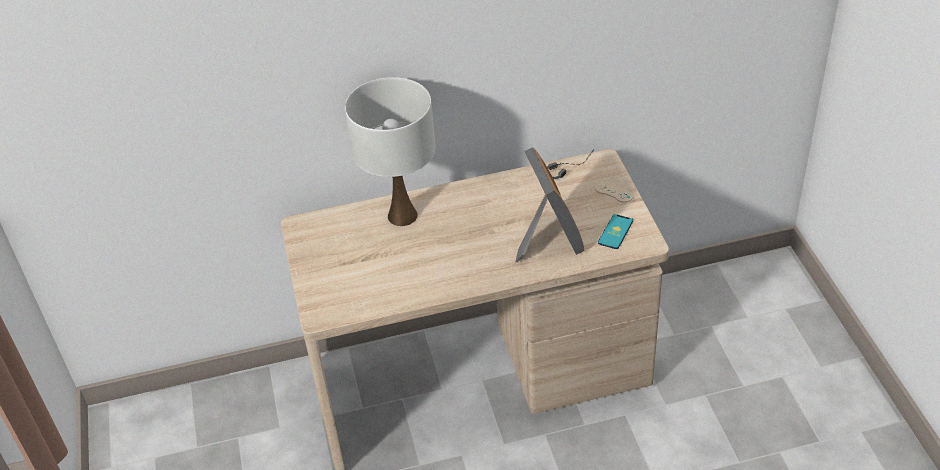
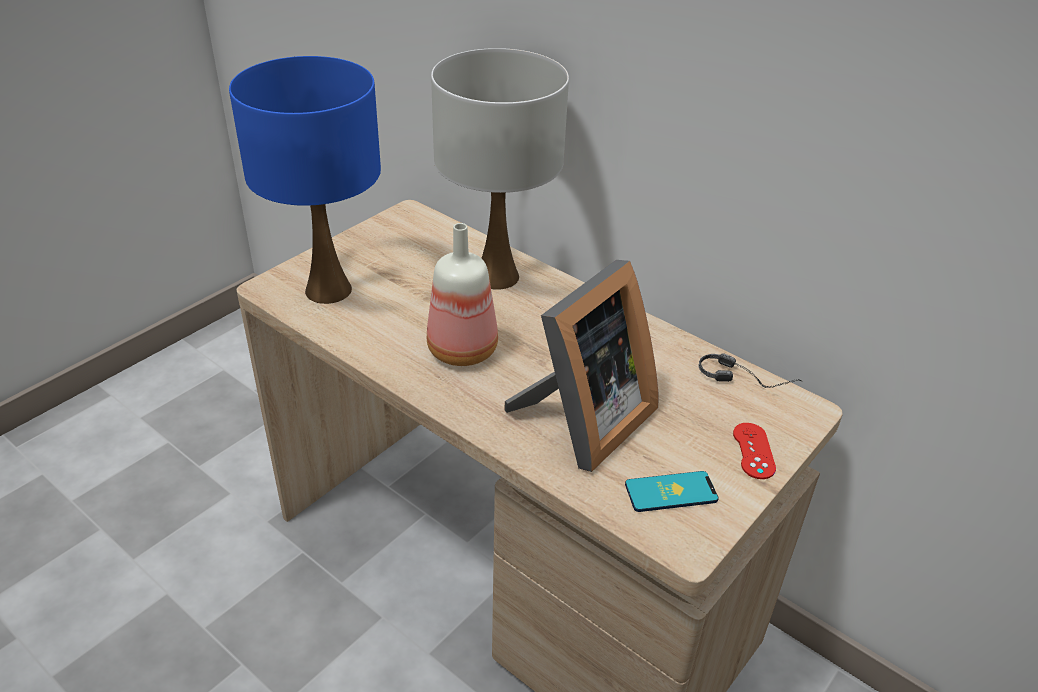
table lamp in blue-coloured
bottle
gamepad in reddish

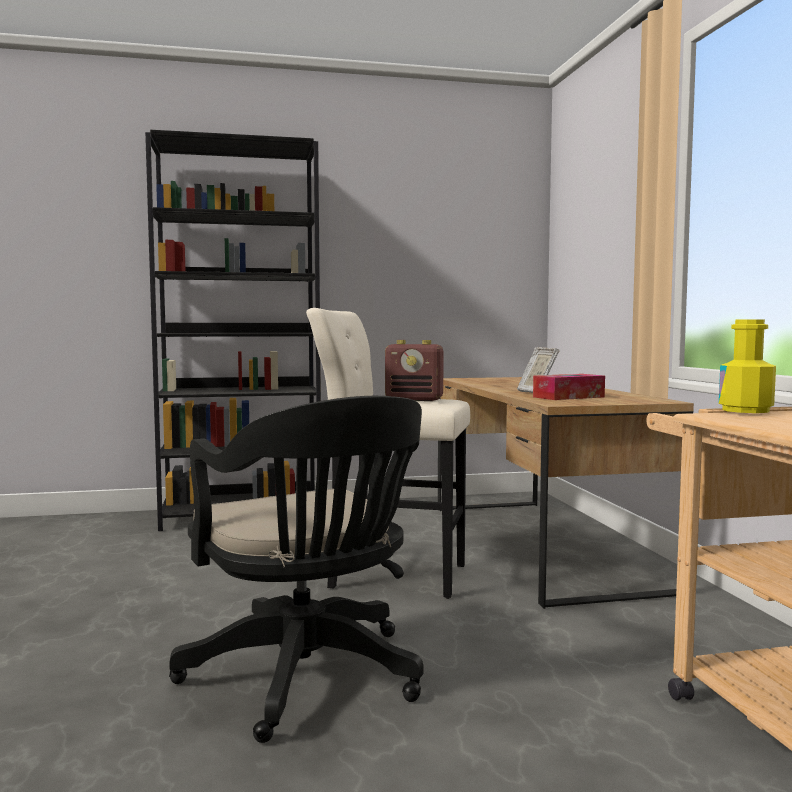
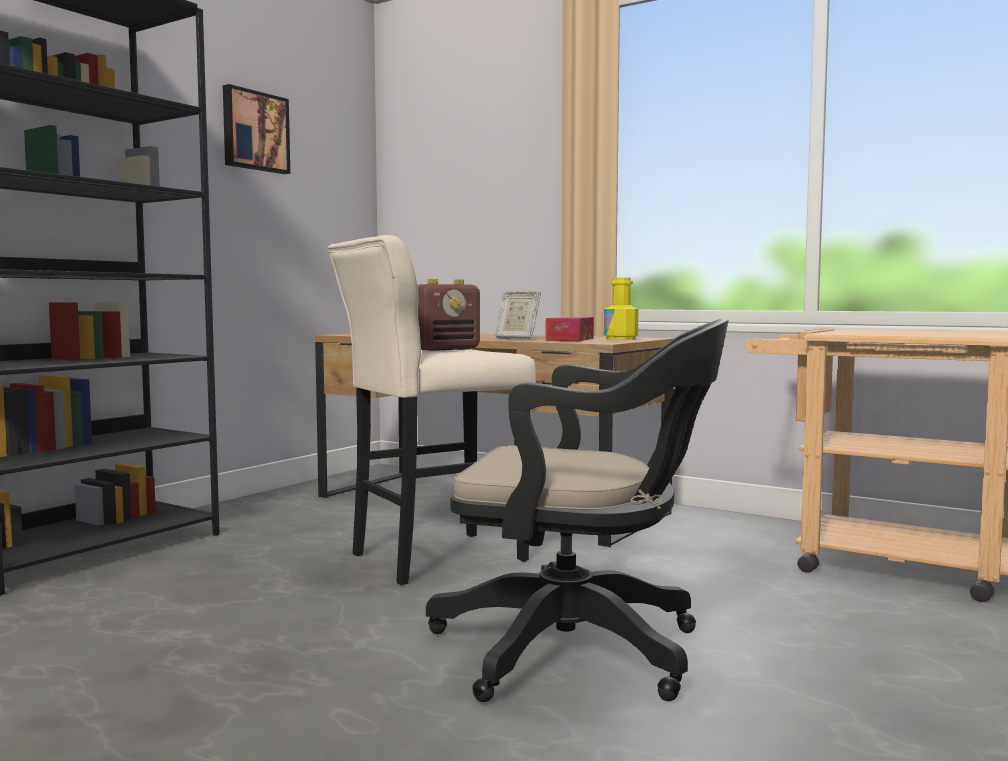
wall art
bottle in yellowish

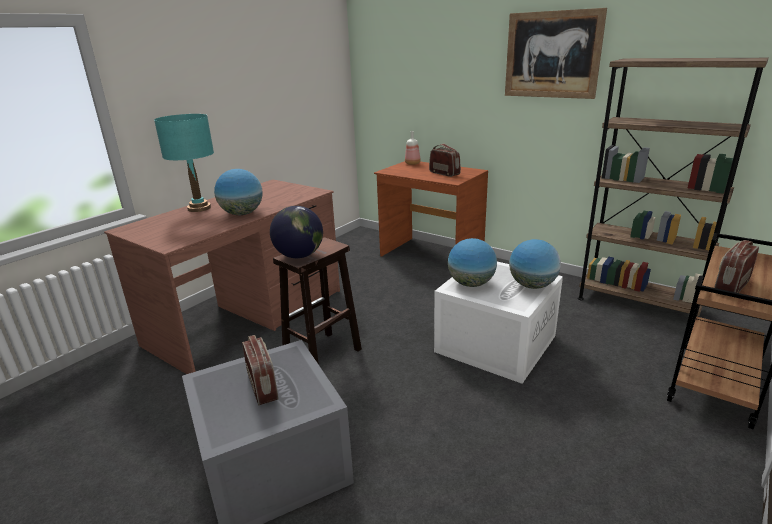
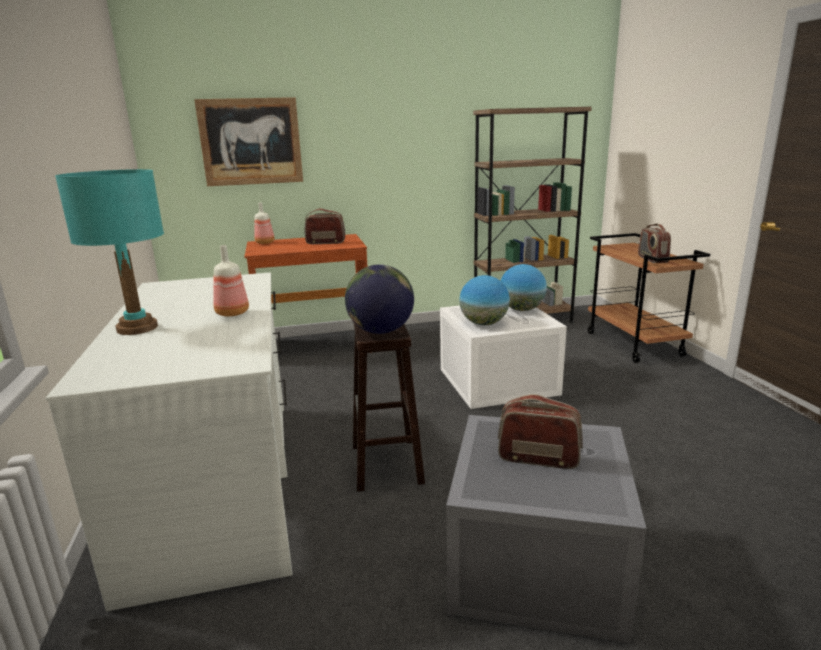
desk table in white-coloured
wall art
bottle (no. 1 from left)

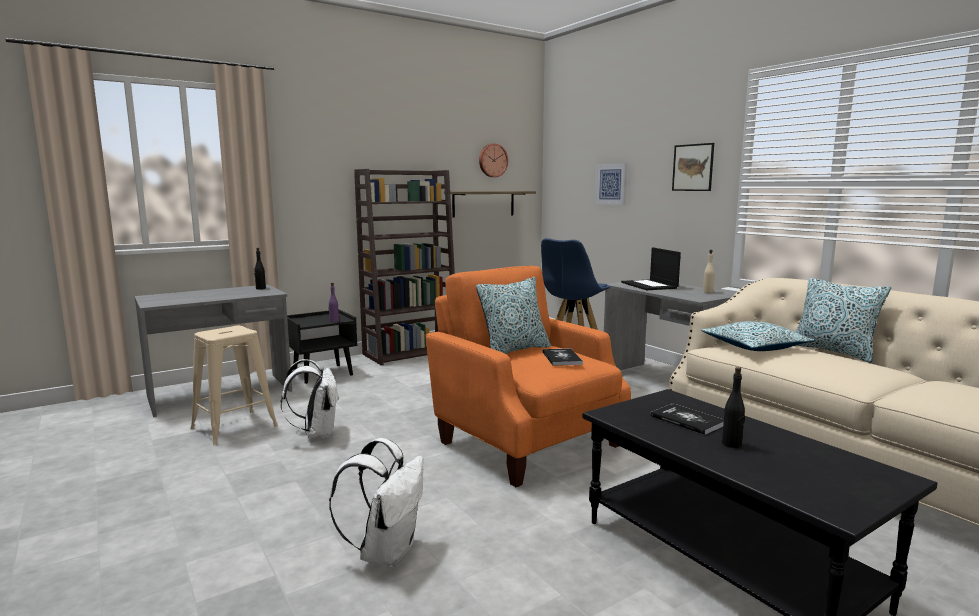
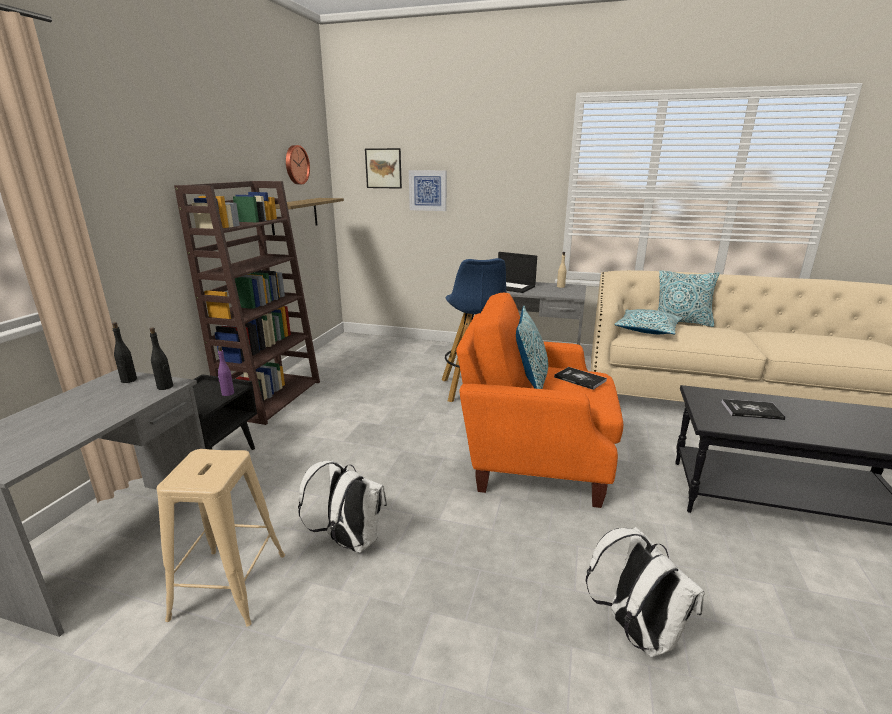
bottle in black (no. 2 from left)
wall art (no. 1 from left)

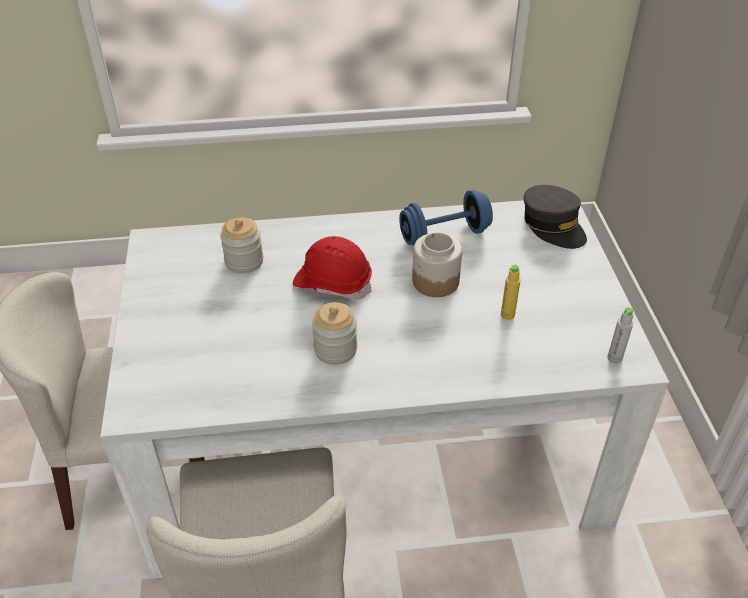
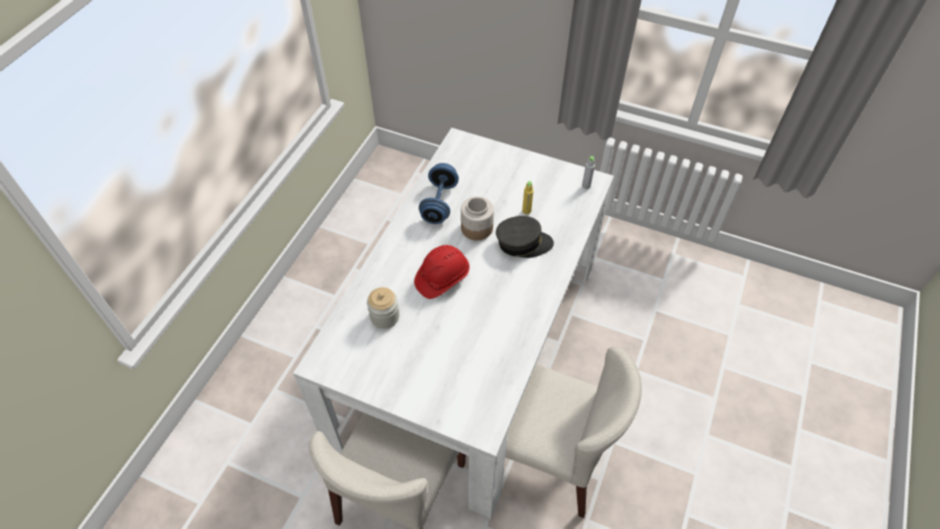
peaked cap in gray
jar (no. 2 from left in the first image)

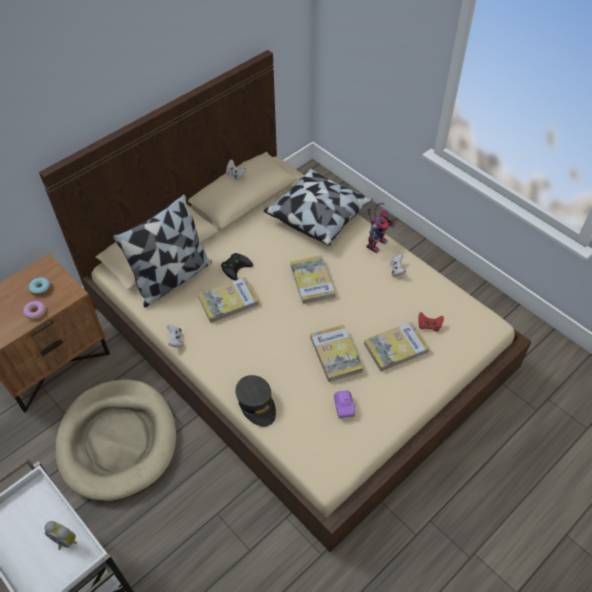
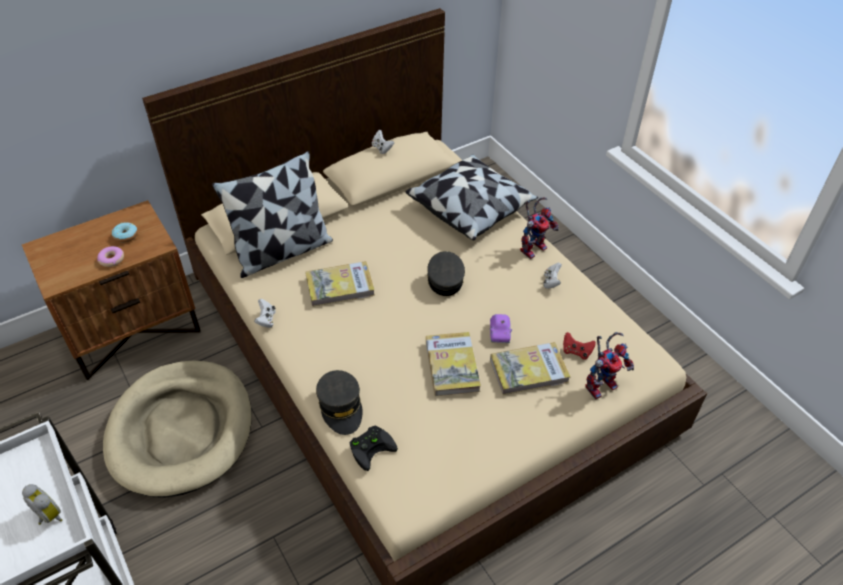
gamepad in black
peaked cap in gray (no. 2 from left)
toy car in purple
toy robot (no. 2 from left)

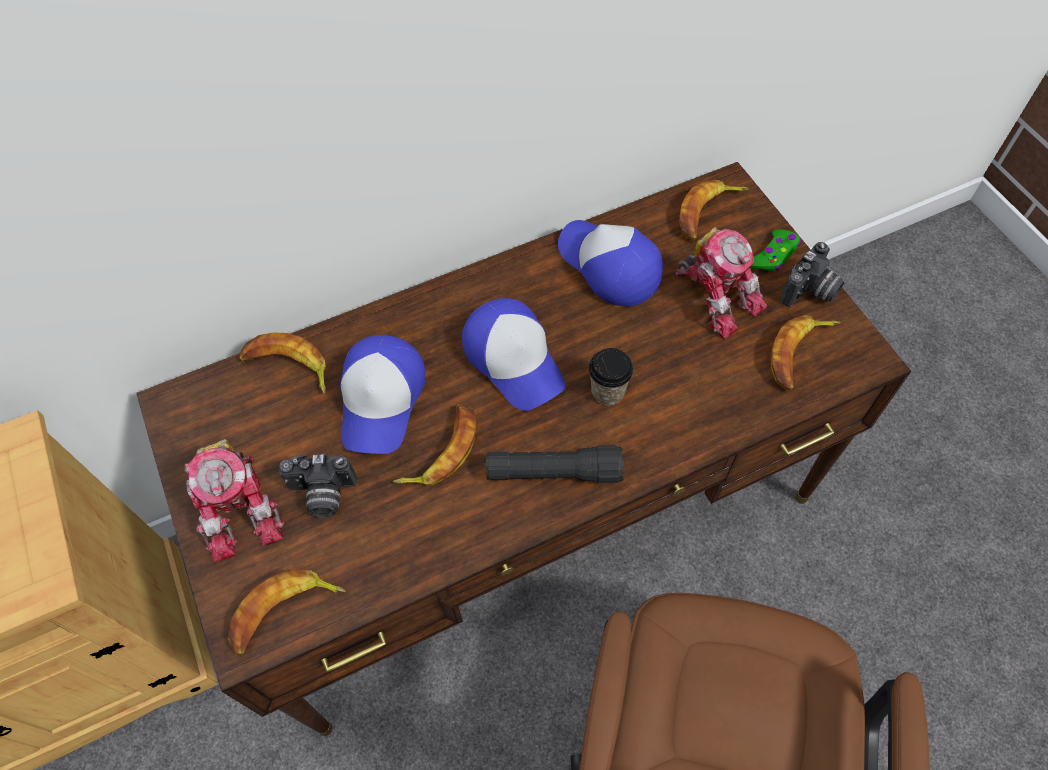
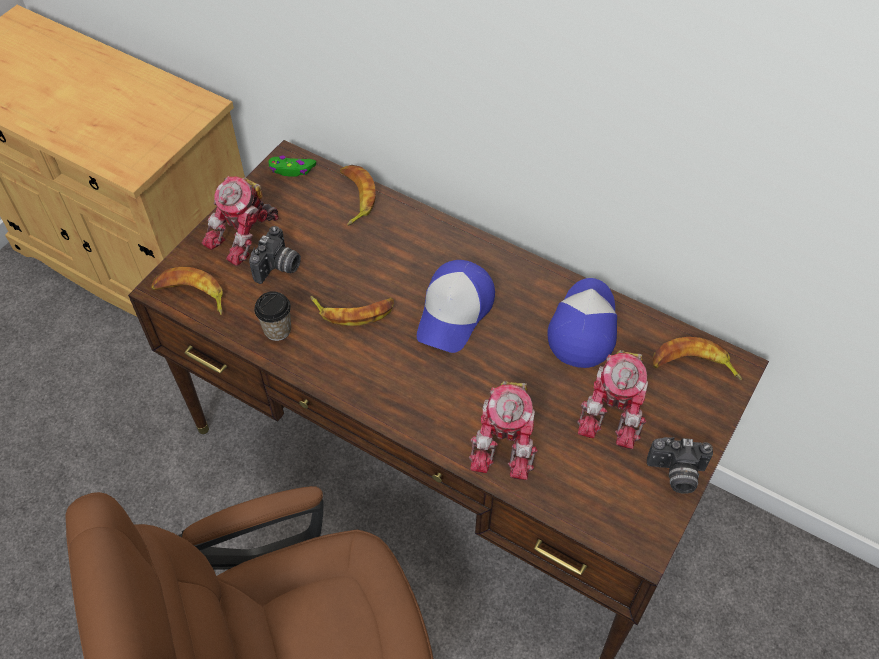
photo camera (no. 1 from left)
cup
gamepad in green
toy robot (no. 2 from left)
peaked cap (no. 1 from left in the first image)
hand torch in black
whole banana (no. 5 from left in the first image)

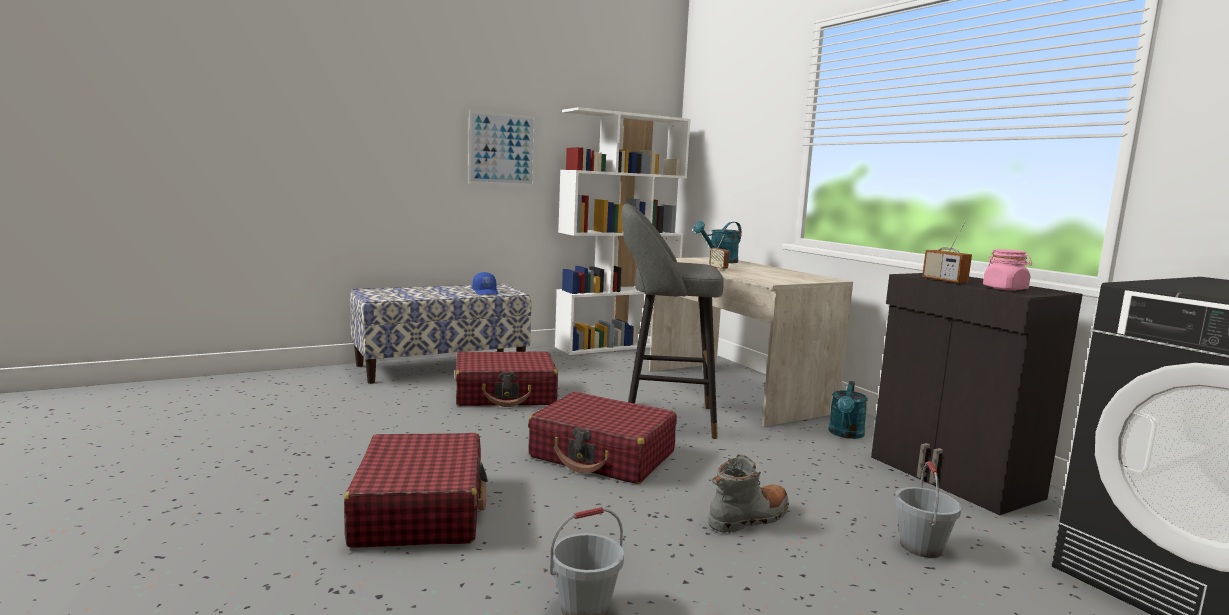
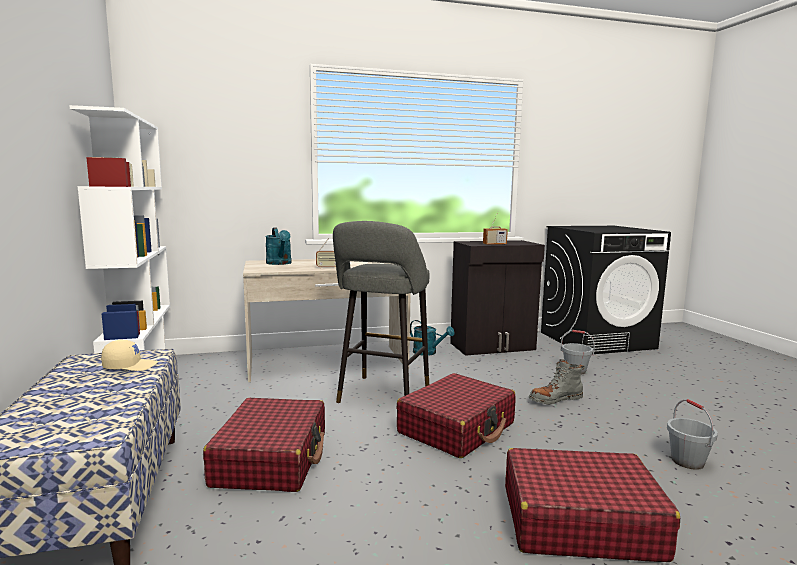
peaked cap in beige
boot in gray
wall art
jar in pink

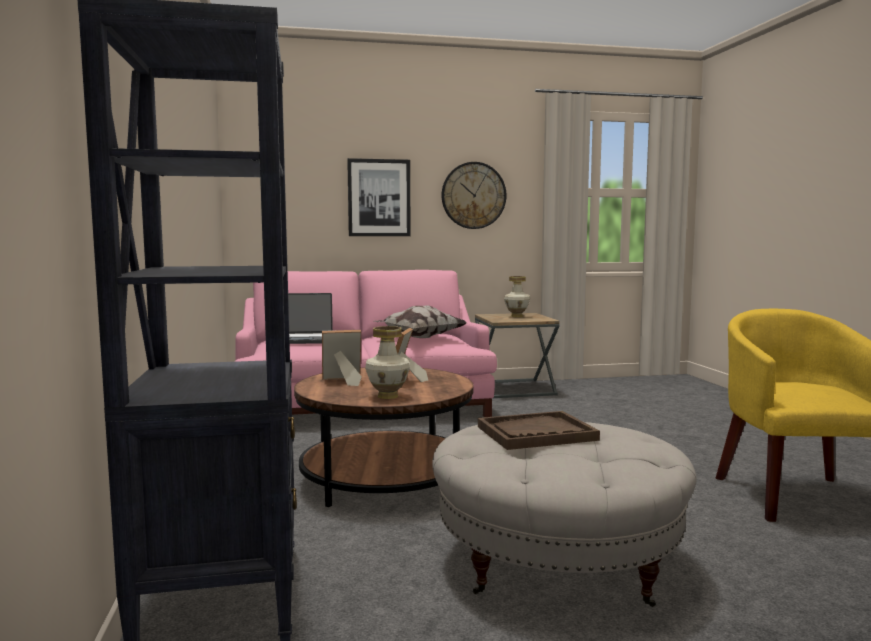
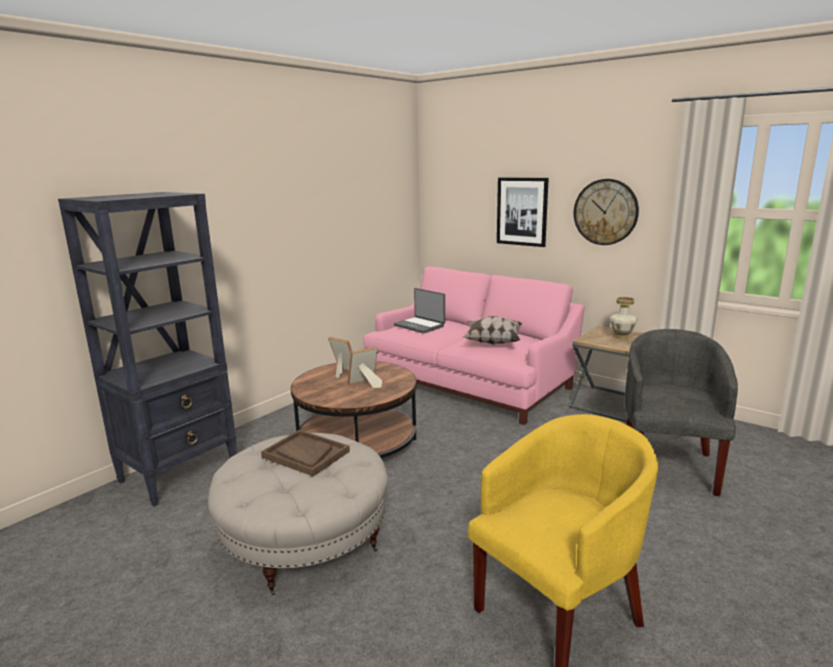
lounge chair in gray
decorative vase (no. 1 from left in the first image)

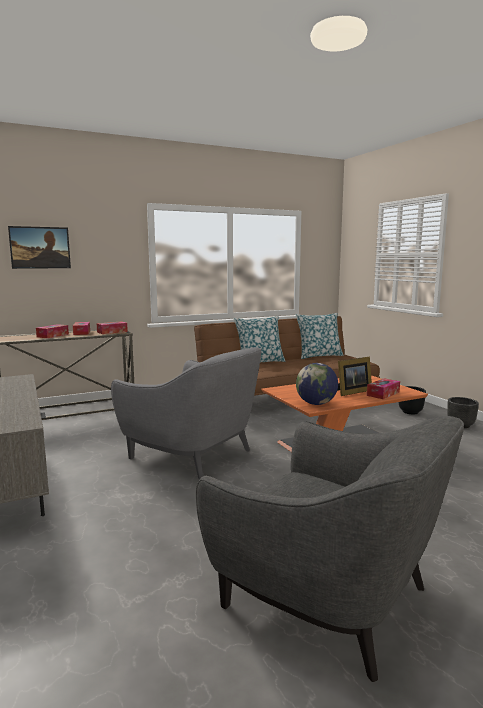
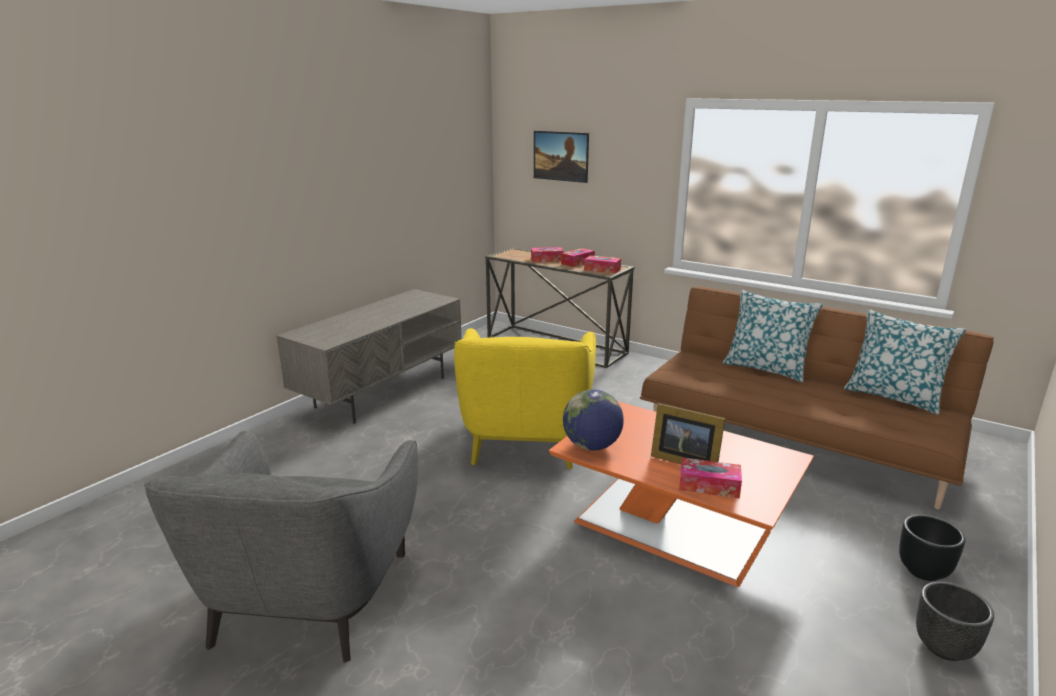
lounge chair in yellowish

